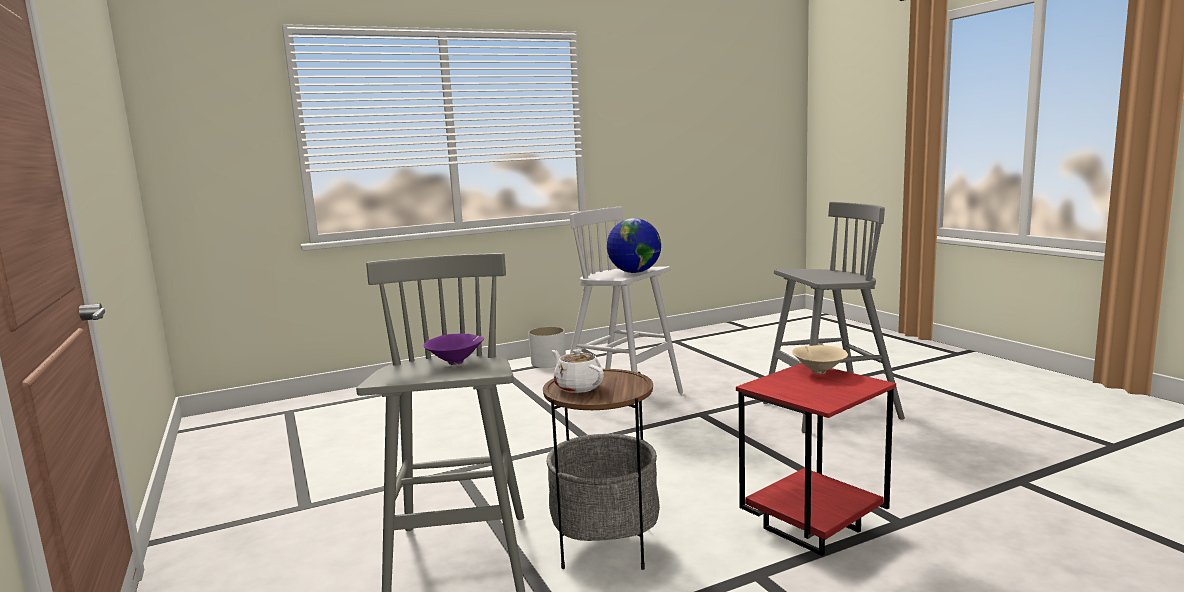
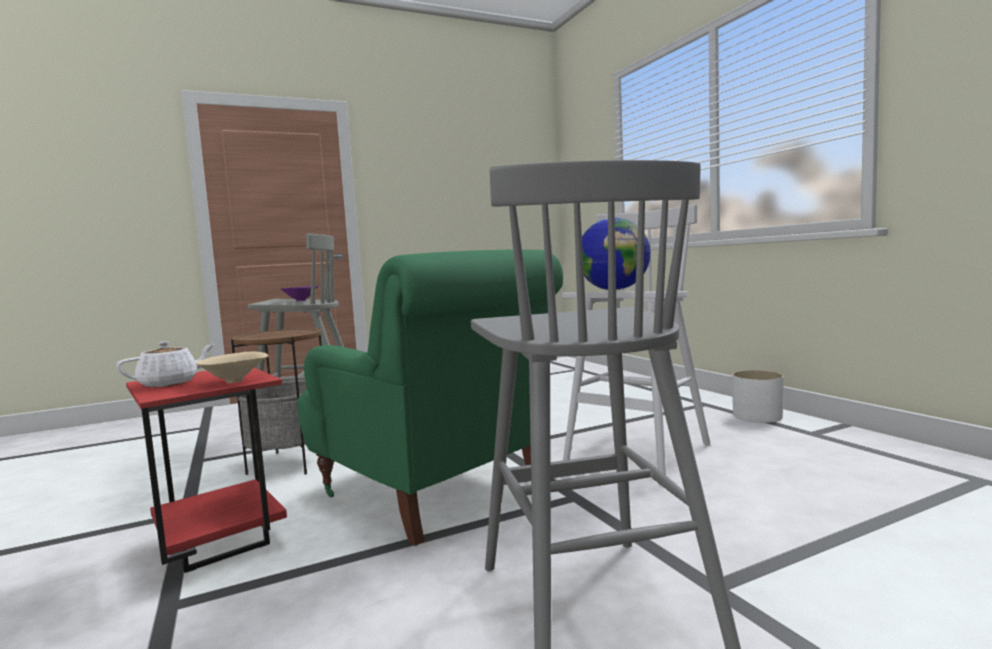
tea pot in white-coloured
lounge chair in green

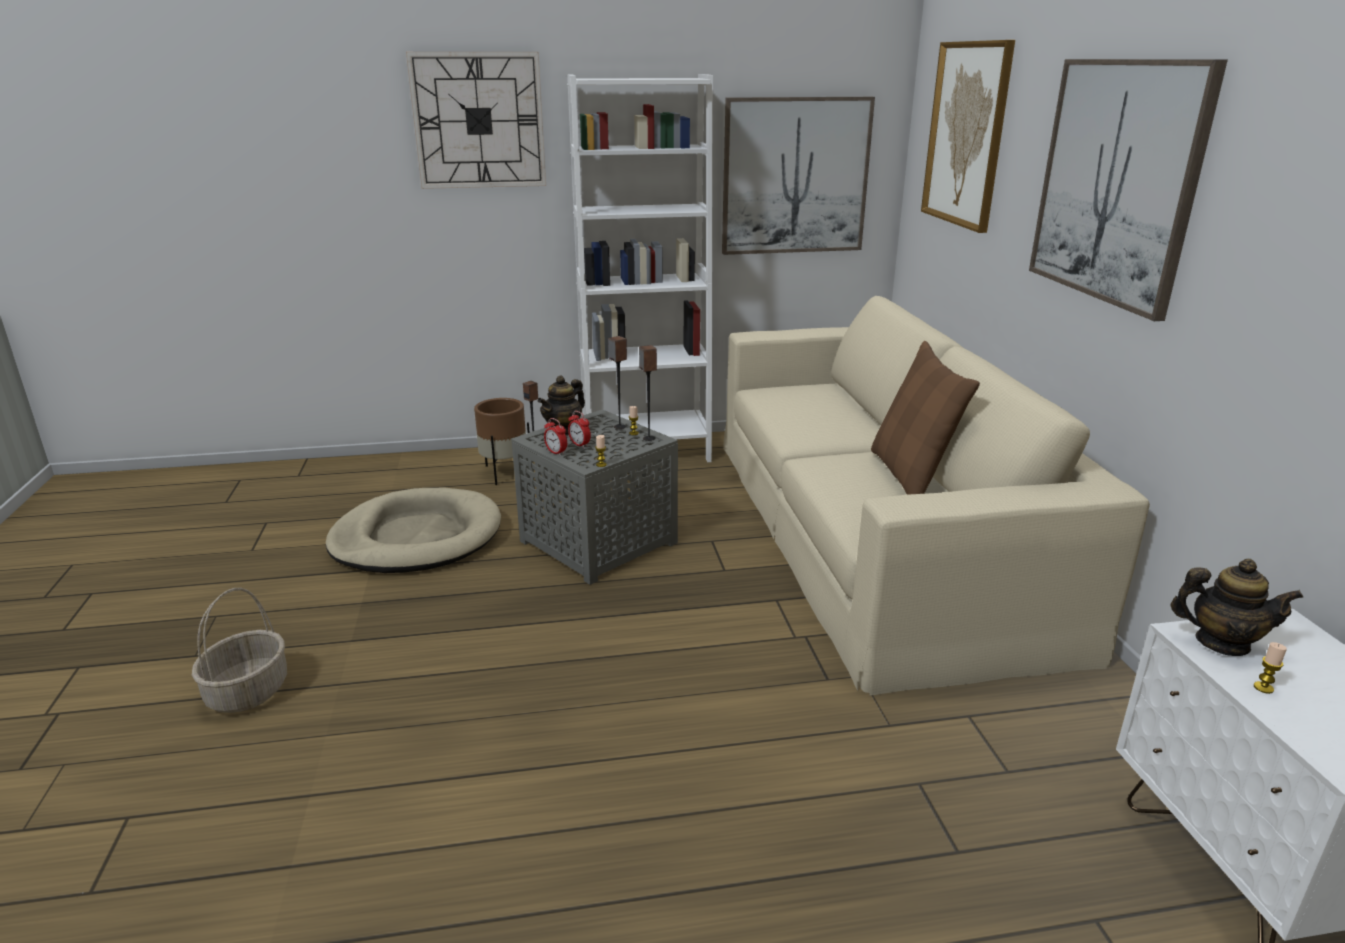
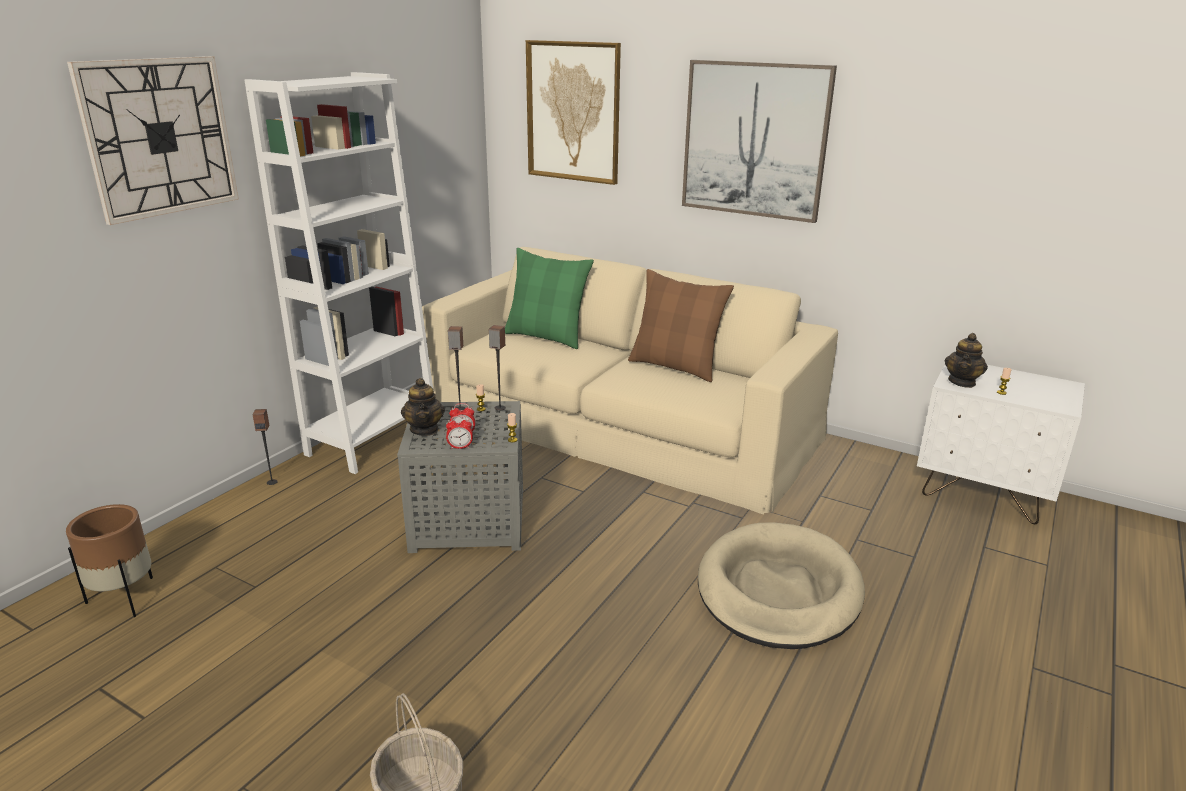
flower pot in brown-coloured
cushion in green
pet bed in beige
tea pot (no. 2 from left)
wall art (no. 1 from left in the first image)

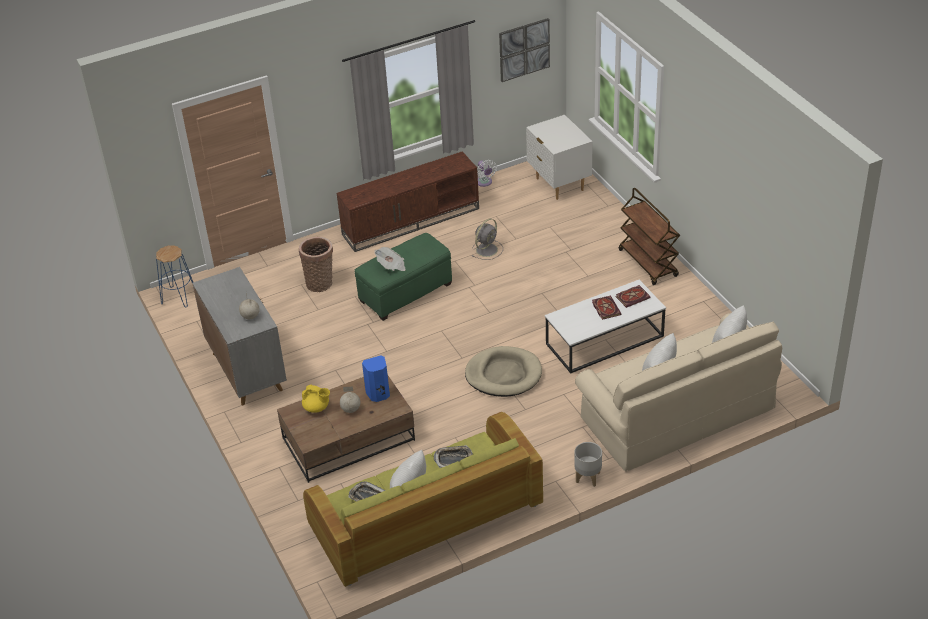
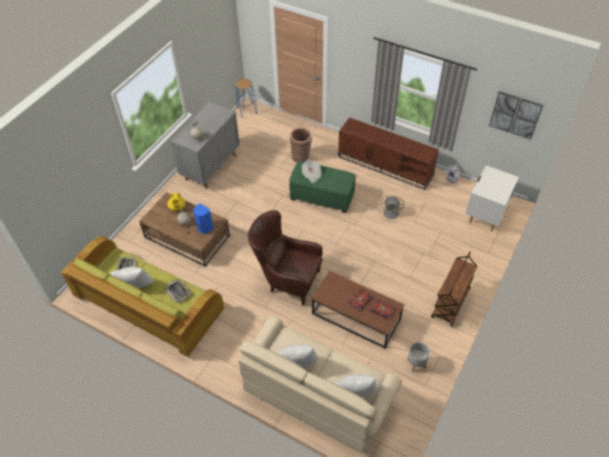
lounge chair in brown-coloured
coffee table in brown-coloured (no. 2 from left)
flower pot in gray

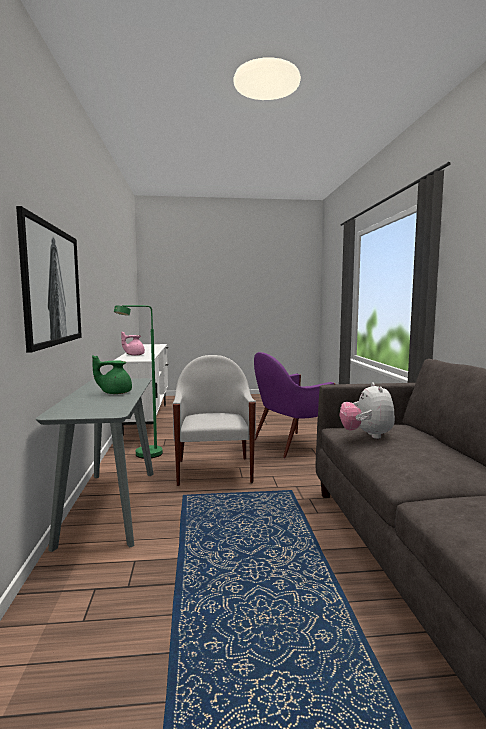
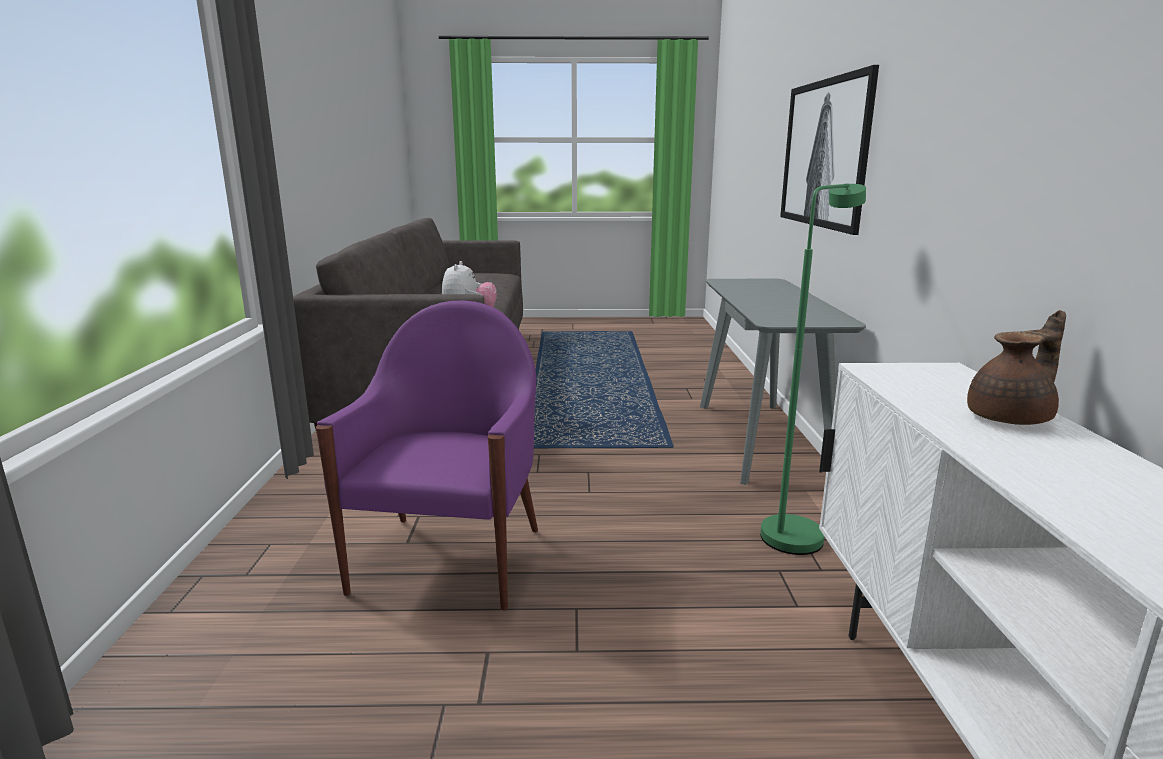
lounge chair in purple
tea pot in brown-coloured
tea pot in green
lounge chair in white-coloured

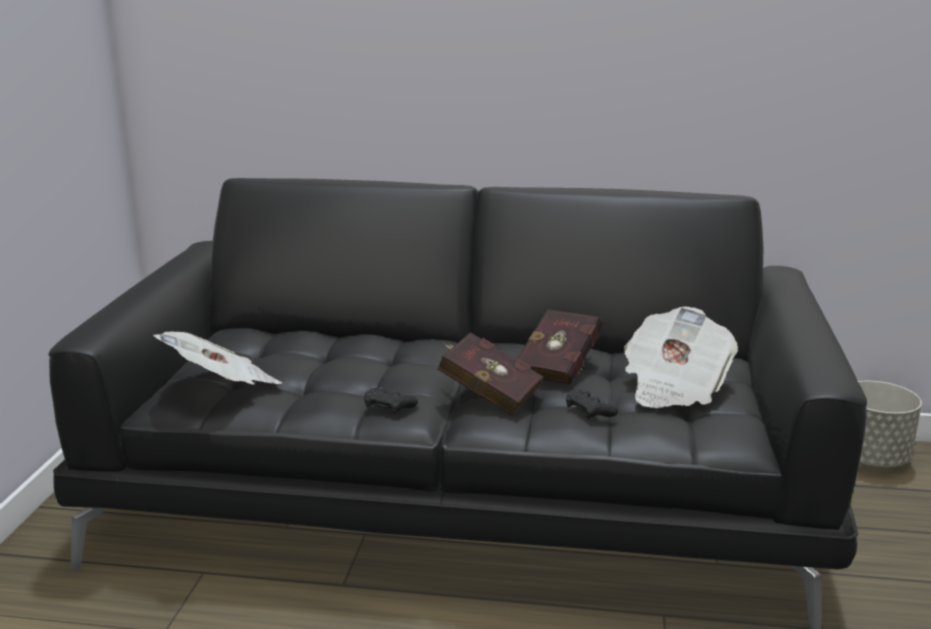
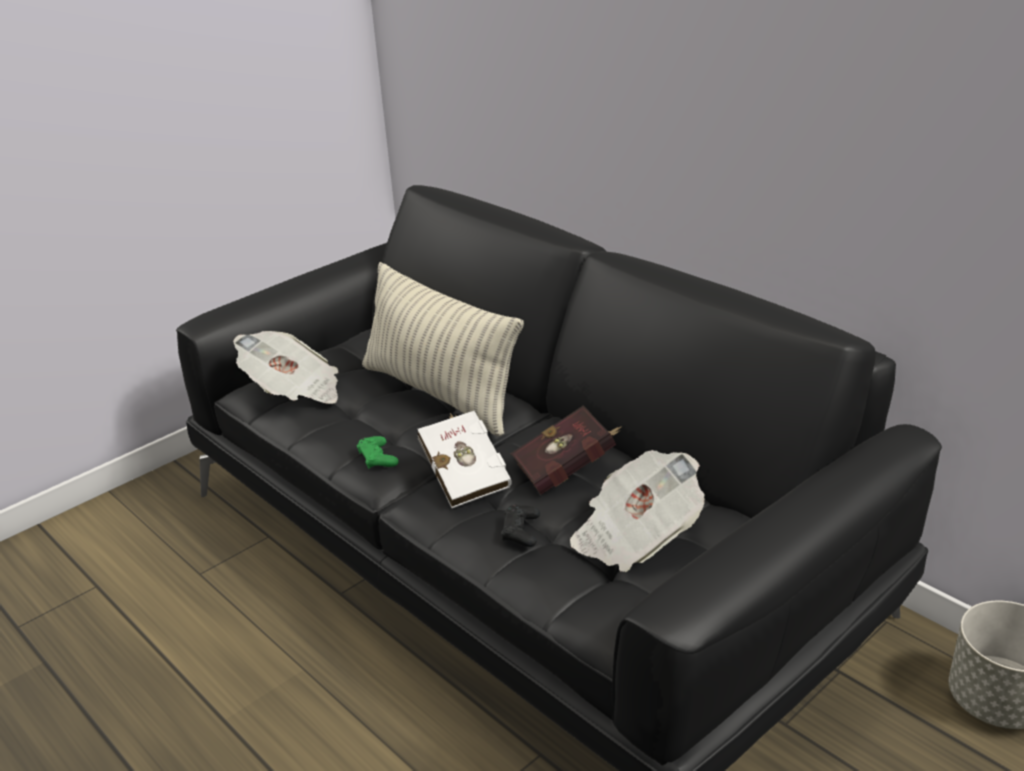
gamepad in green
cushion
bound book in white-coloured

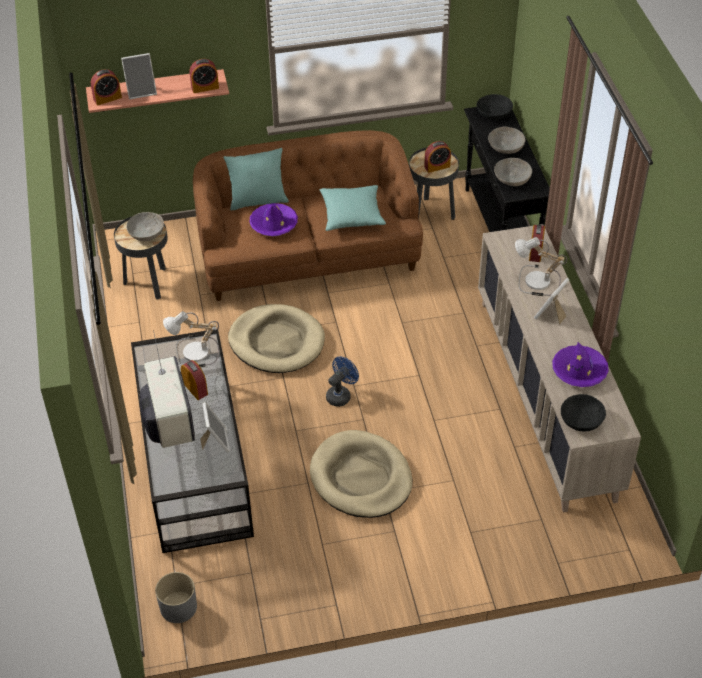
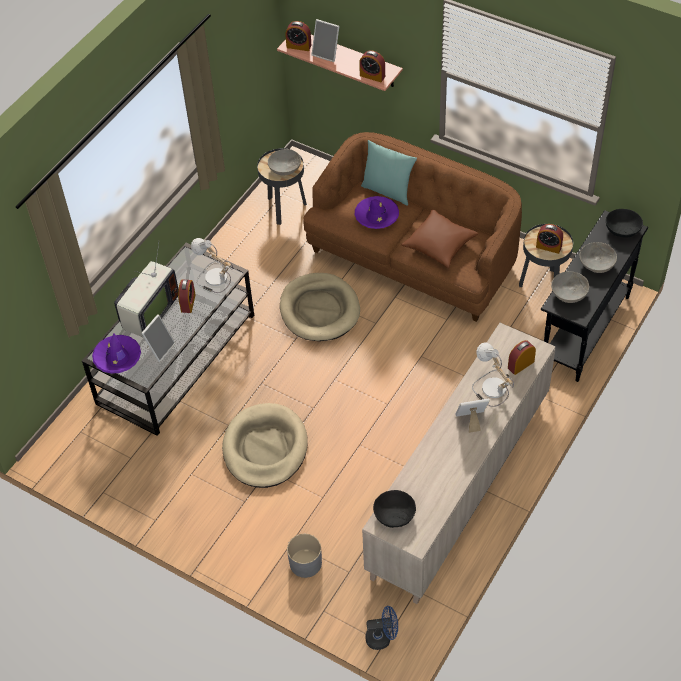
hat in purple (no. 1 from left)
flower pot in gray
fan in blue-coloured
cushion in brown-coloured

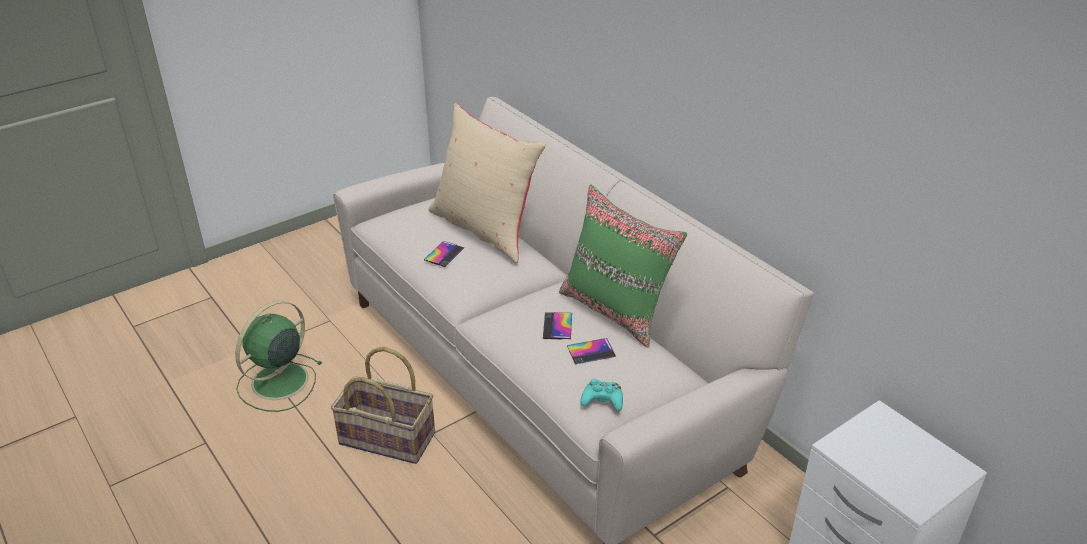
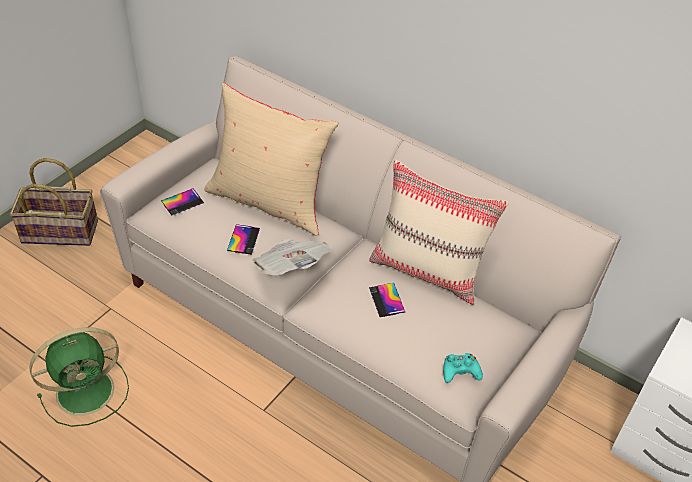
basket
fan in green
handset (no. 1 from left)
daily paper
cushion in beige (no. 2 from left)

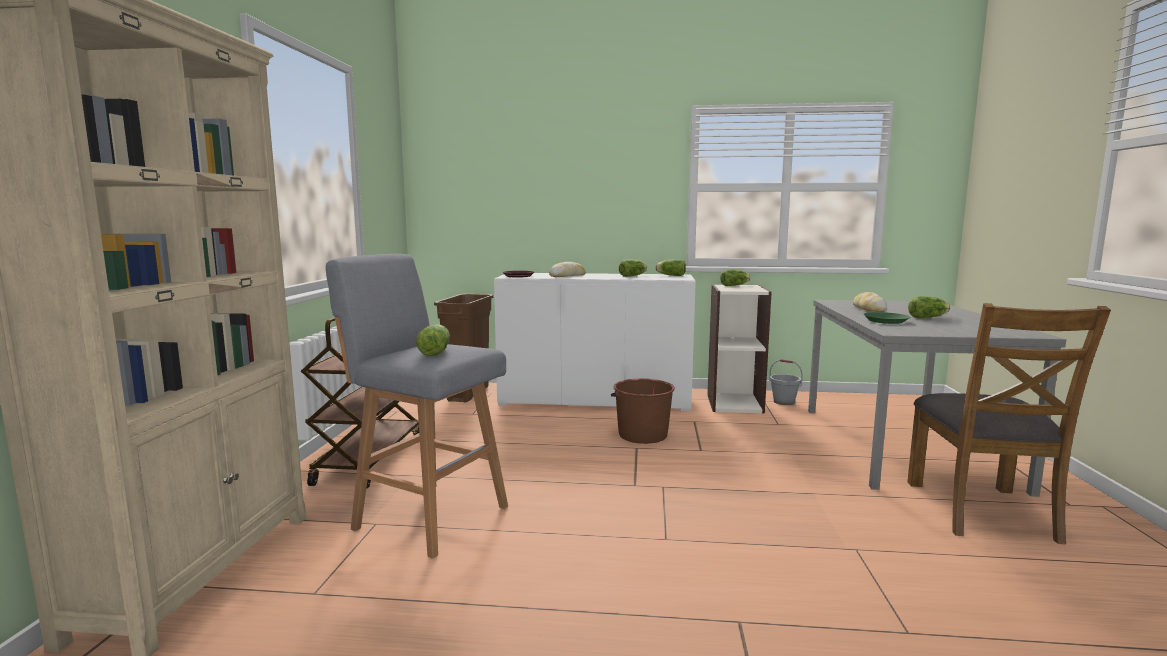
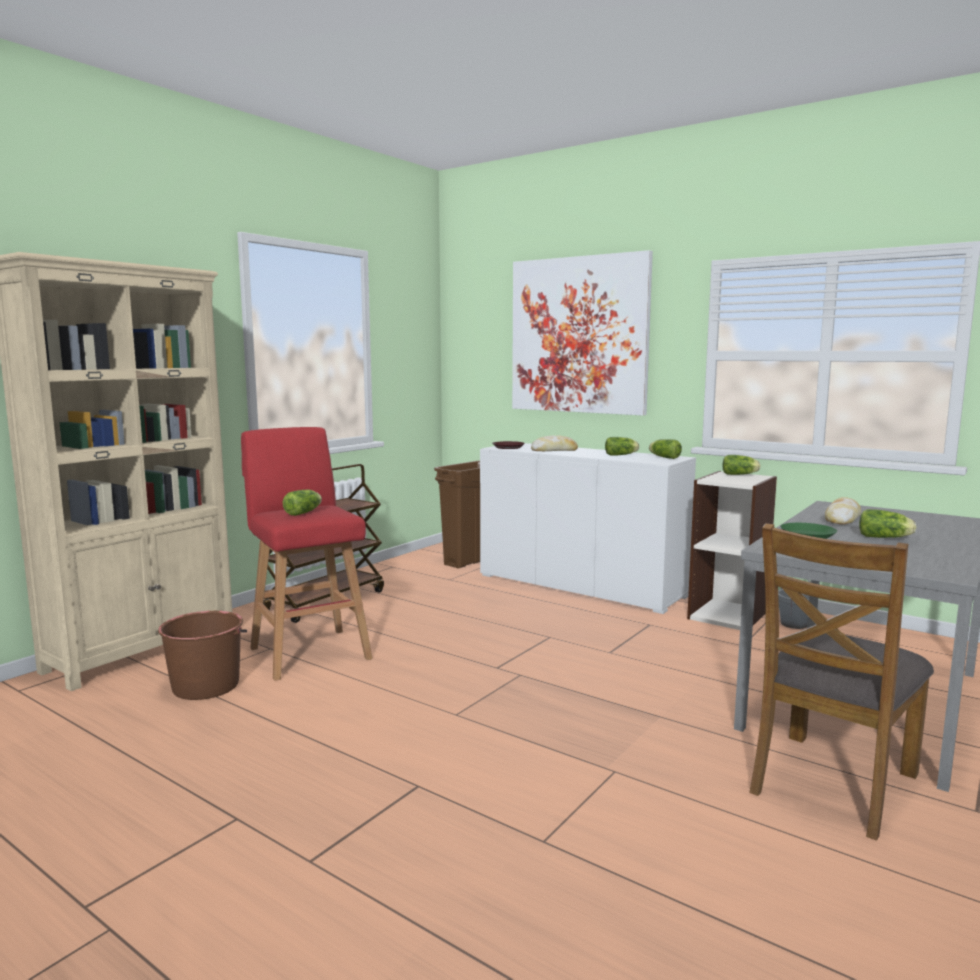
bucket in brown-coloured
stool in reddish
wall art

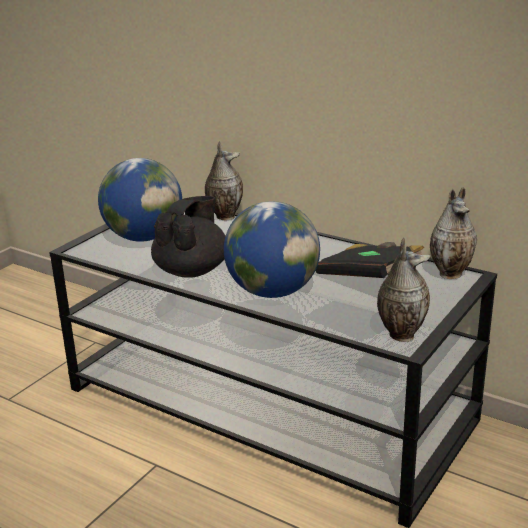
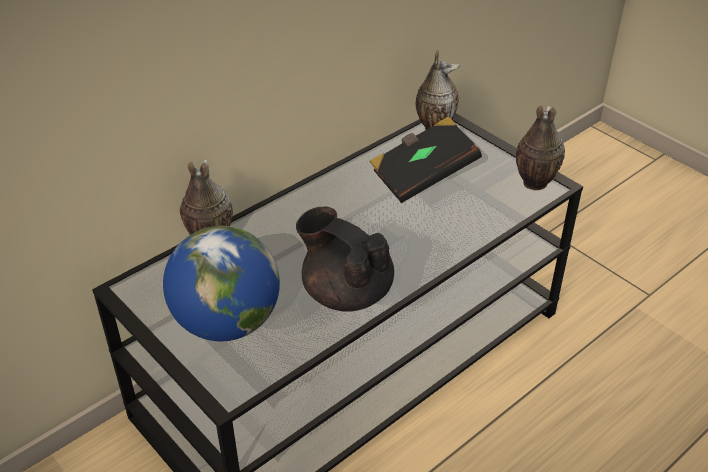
world globe (no. 2 from left in the first image)

